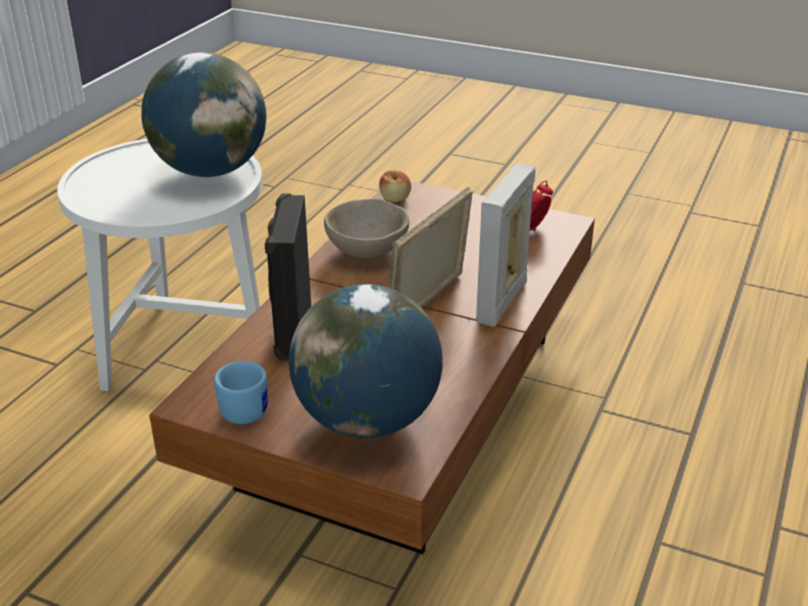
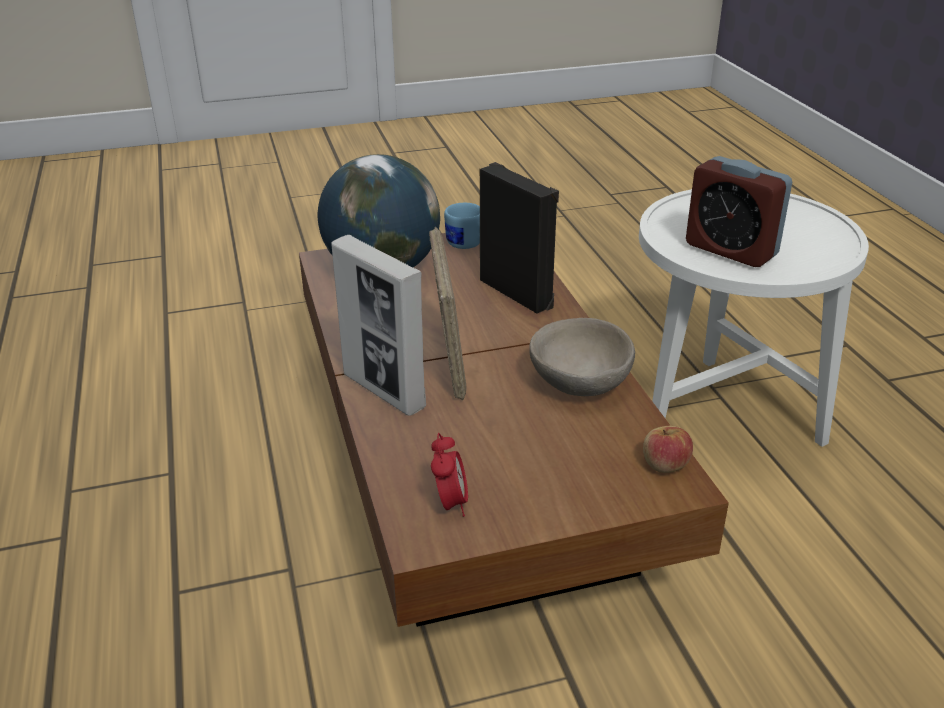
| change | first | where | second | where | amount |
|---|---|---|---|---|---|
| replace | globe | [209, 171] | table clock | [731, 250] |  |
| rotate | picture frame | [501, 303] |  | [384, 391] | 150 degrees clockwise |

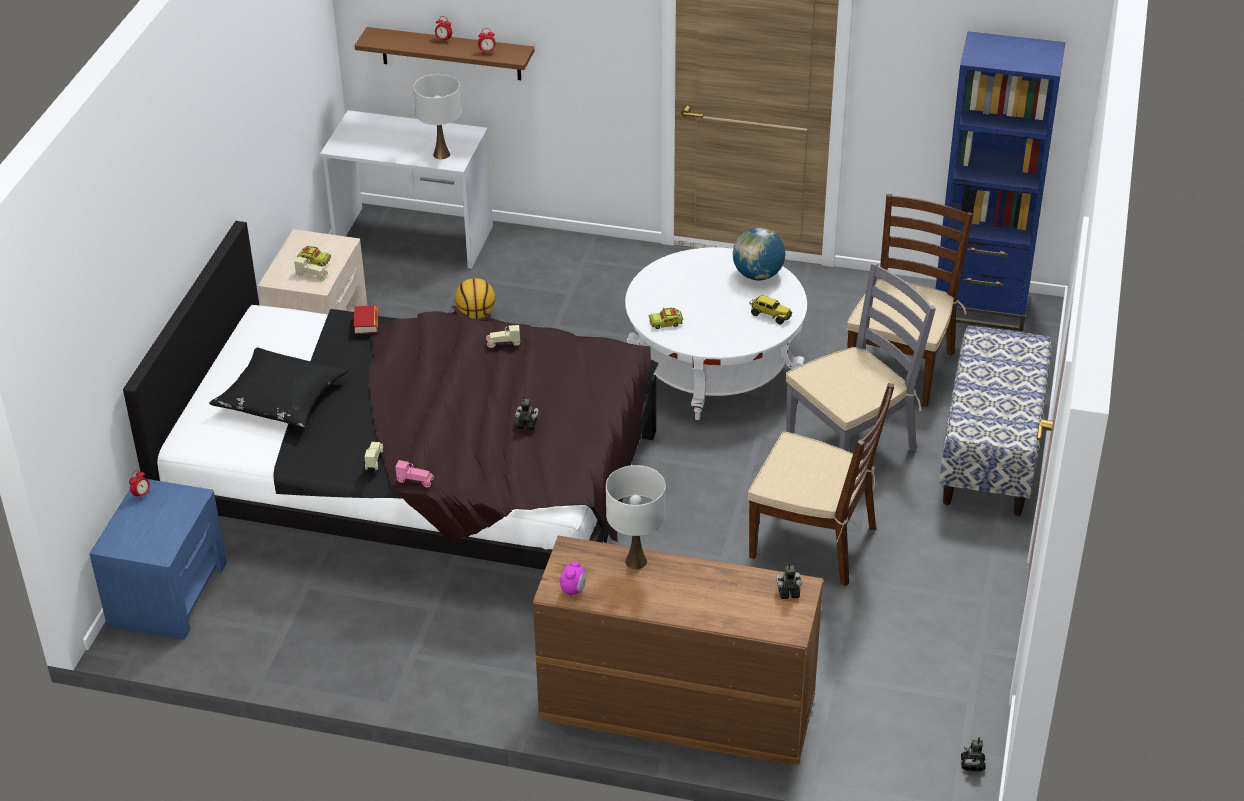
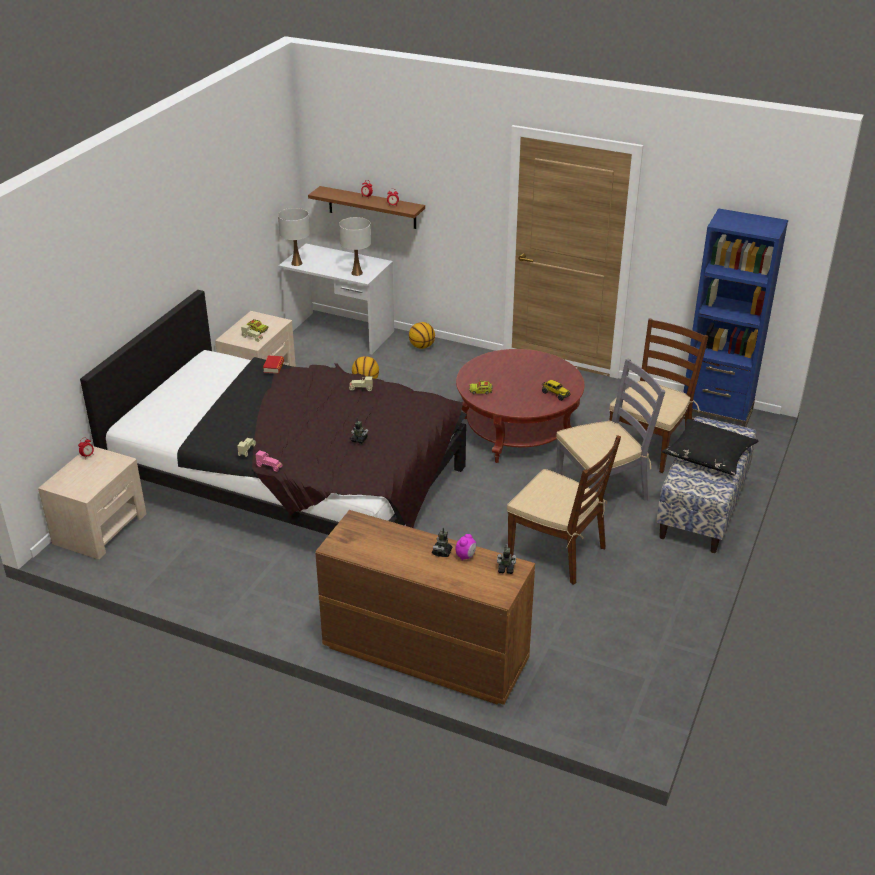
| change | first | where | second | where | amount |
|---|---|---|---|---|---|
| recolor | bluish bedside table | [168, 592] | beige-coloured bedside table | [100, 528] |  |
| move | blackish cushion | [281, 398] |  | [709, 455] |  |
| move | table clock | [574, 590] |  | [466, 556] |  |
| move | white-coloured table lamp | [636, 561] |  | [297, 263] |  |
| recolor | white-coloured coffee table | [714, 367] | reddish coffee table | [517, 431] |  |
| delete | globe | [758, 275] |  |  |  |
| move | robot figure | [972, 764] |  | [442, 552] |  |
| insert |  |  | basketball | [422, 346] |  |

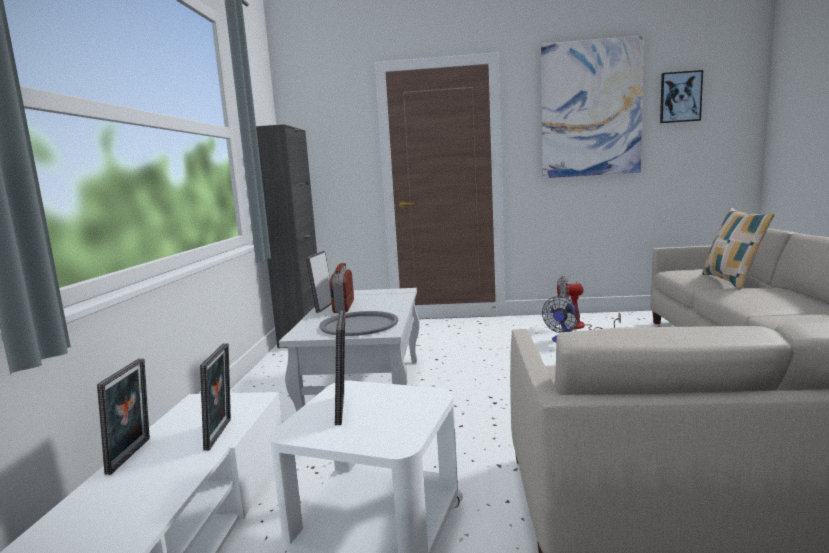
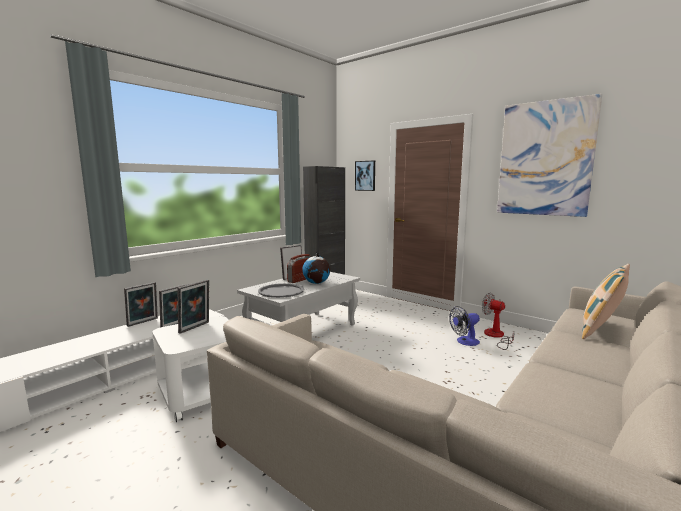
| change | first | where | second | where | amount |
|---|---|---|---|---|---|
| move | wall art | [680, 97] |  | [365, 175] |  |
| insert |  |  | globe | [316, 283] |  |

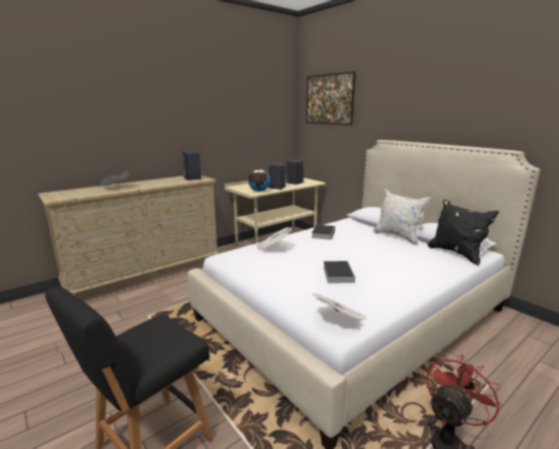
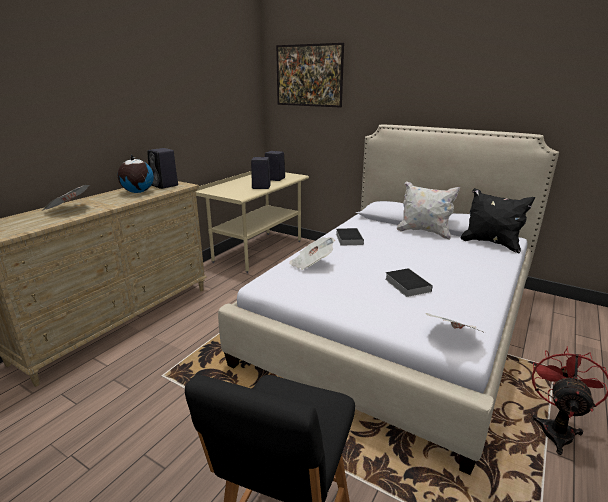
| change | first | where | second | where | amount |
|---|---|---|---|---|---|
| move | globe | [259, 191] |  | [138, 192] |  |

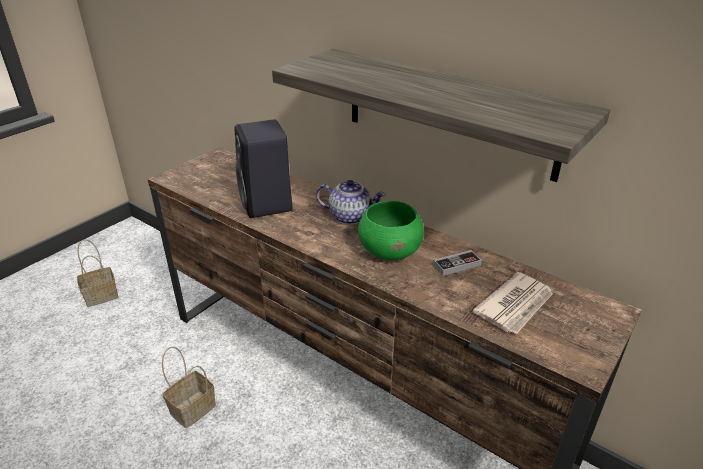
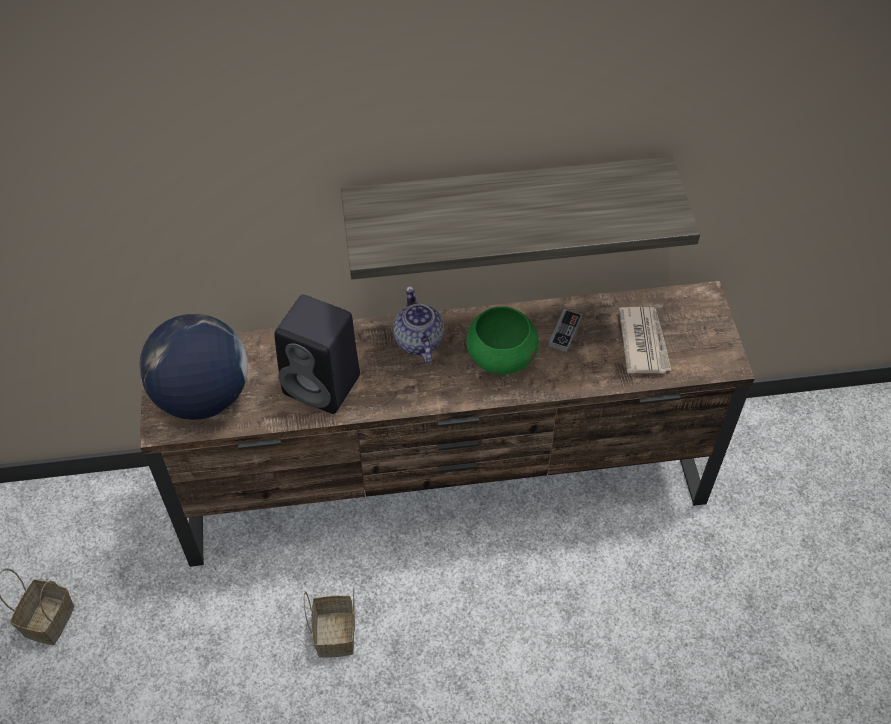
| change | first | where | second | where | amount |
|---|---|---|---|---|---|
| rotate | pot for tea | [349, 216] |  | [418, 341] | 75 degrees counterclockwise |
| insert |  |  | globe | [203, 397] |  |

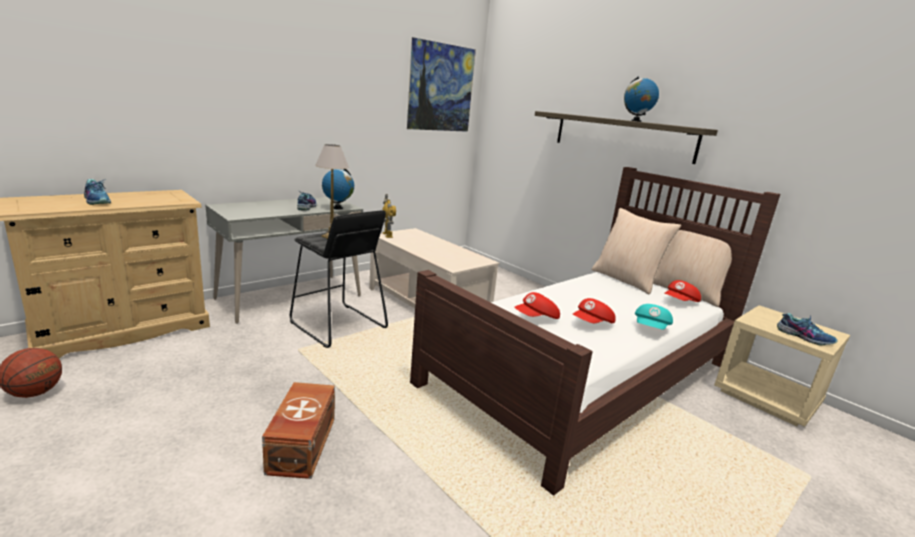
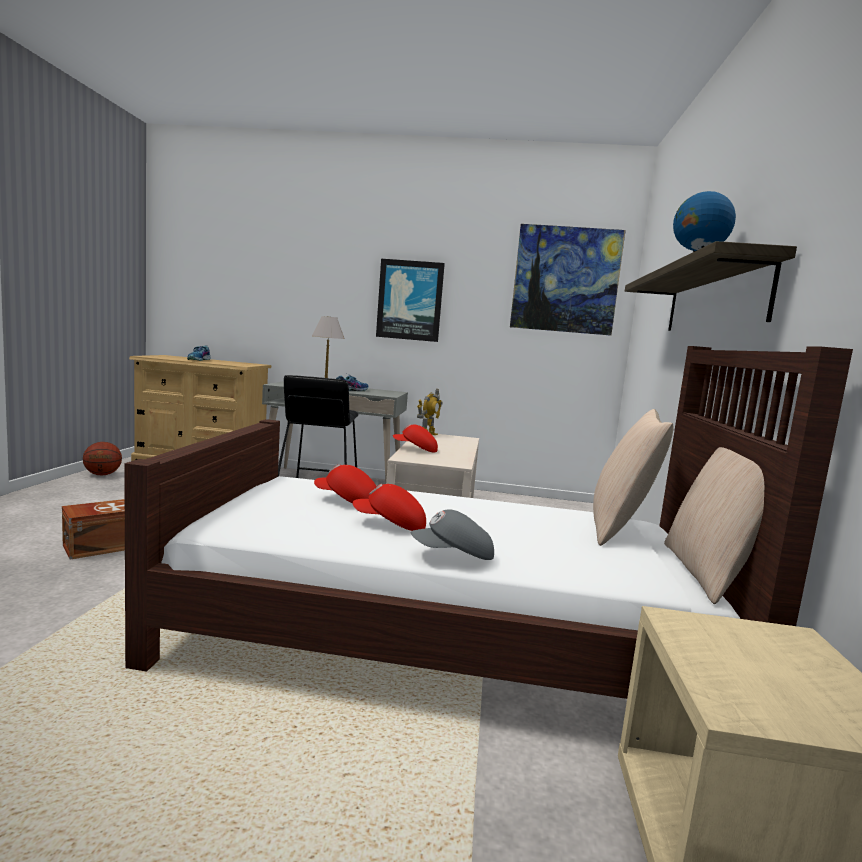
| change | first | where | second | where | amount |
|---|---|---|---|---|---|
| delete | globe | [337, 208] |  |  |  |
| recolor | blue-green cap | [651, 328] | grey cap | [453, 556] |  |
| move | reddish cap | [680, 302] |  | [415, 449] |  |
| delete | low shoe | [804, 337] |  |  |  |
| insert |  |  | wall art | [410, 300] |  |

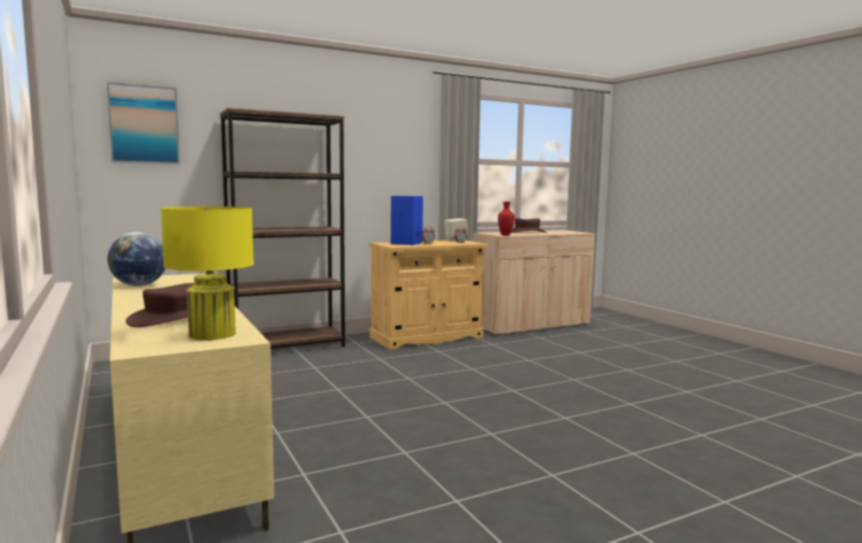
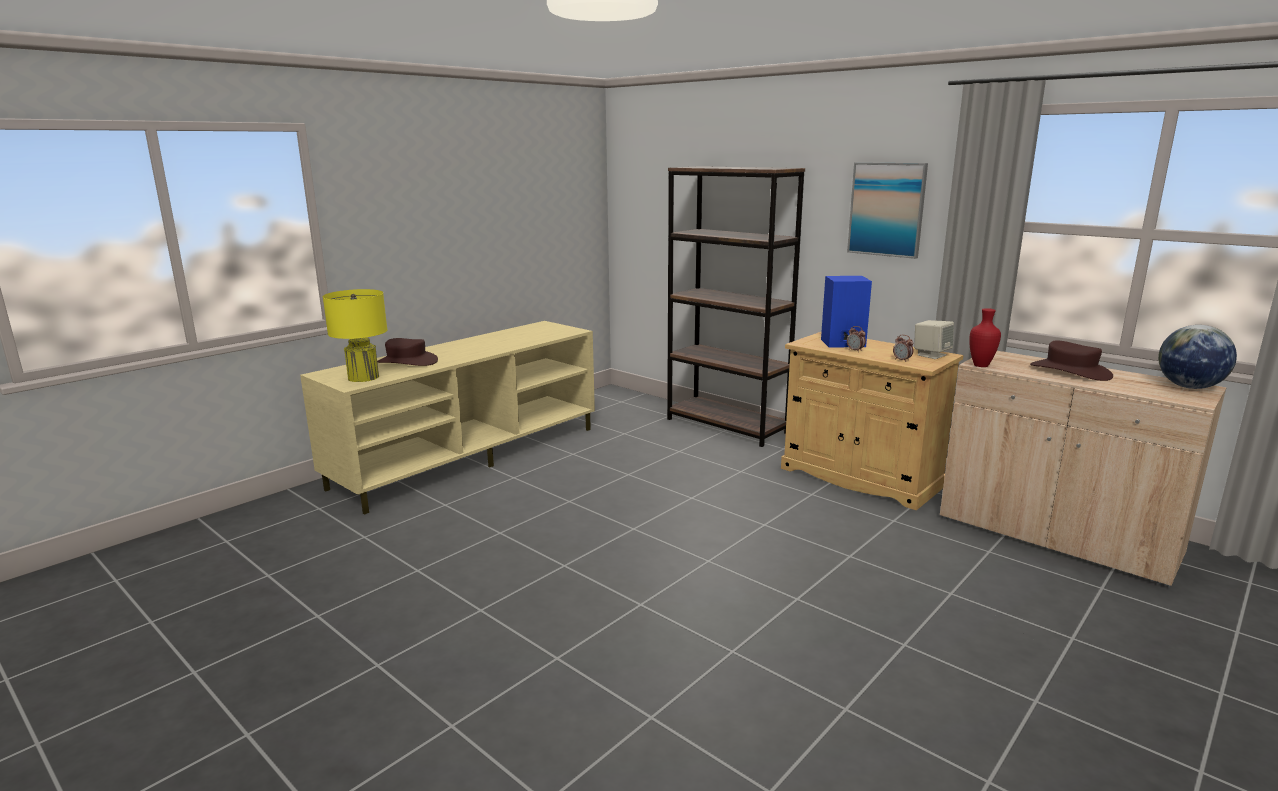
| change | first | where | second | where | amount |
|---|---|---|---|---|---|
| move | wall art | [144, 124] |  | [887, 209] |  |
| move | globe | [139, 285] |  | [1189, 387] |  |

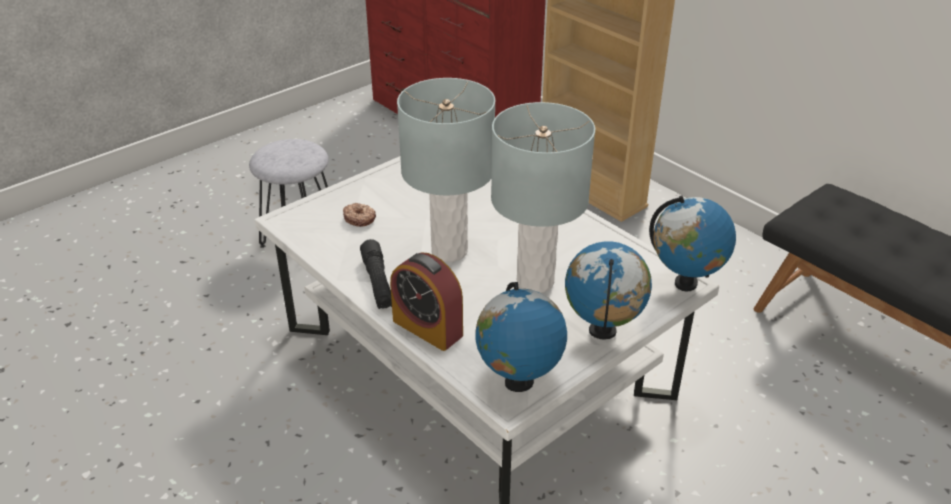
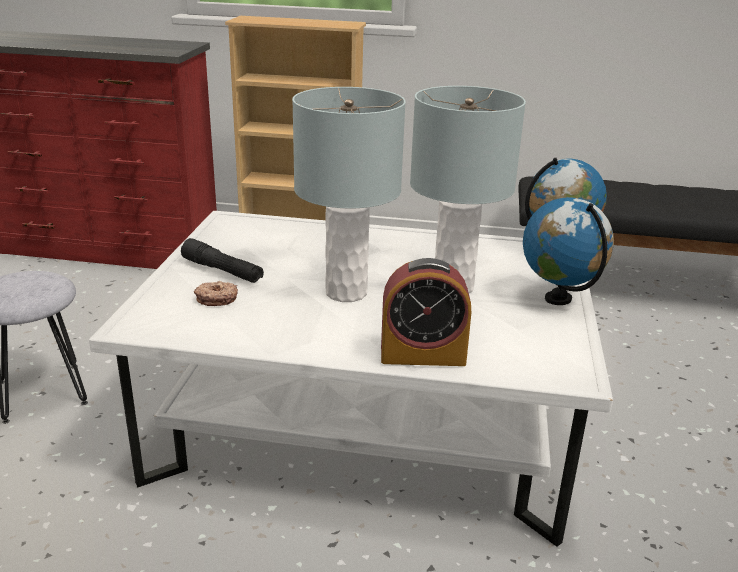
| change | first | where | second | where | amount |
|---|---|---|---|---|---|
| move | blackish torch | [378, 282] |  | [222, 271] |  |
| delete | globe | [518, 382] |  |  |  |

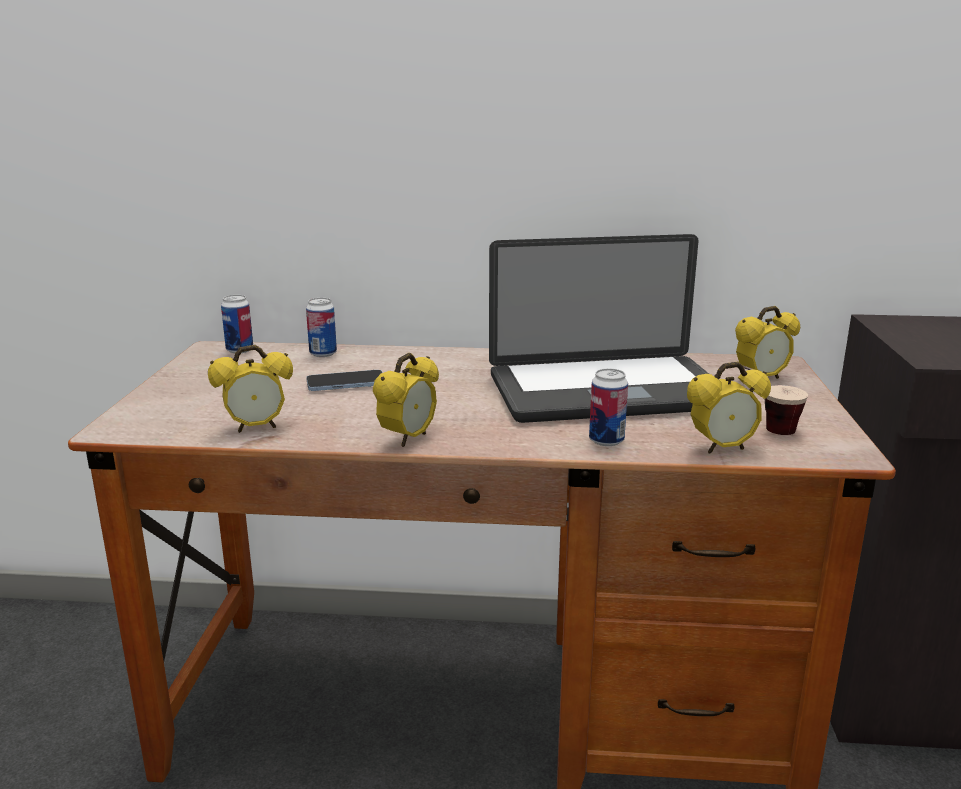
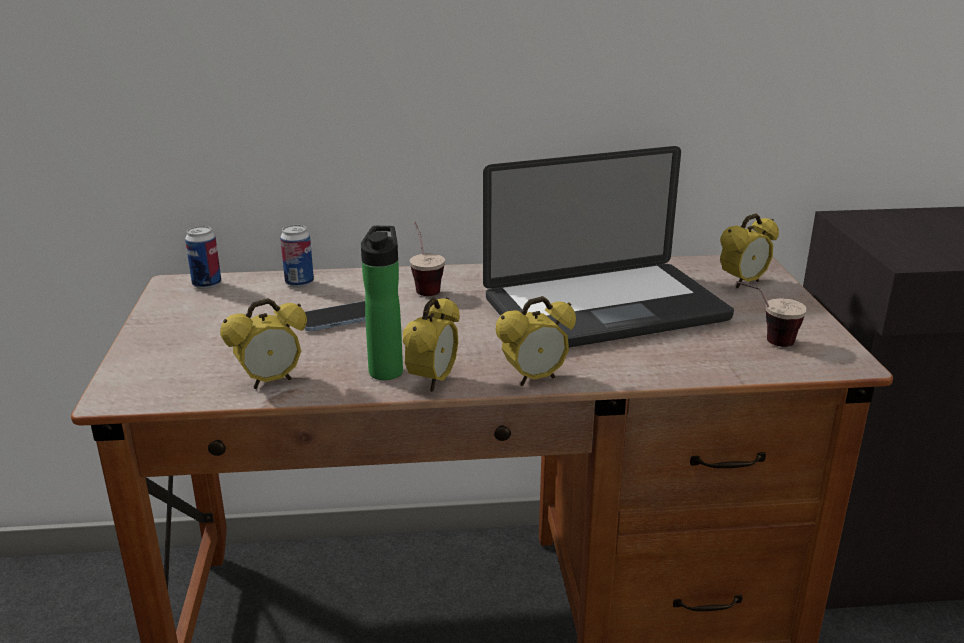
| change | first | where | second | where | amount |
|---|---|---|---|---|---|
| delete | sealed can | [606, 440] |  |  |  |
| move | table clock | [722, 448] |  | [534, 379] |  |
| insert |  |  | drink bottle | [386, 369] |  |
| insert |  |  | cup | [424, 286] |  |

